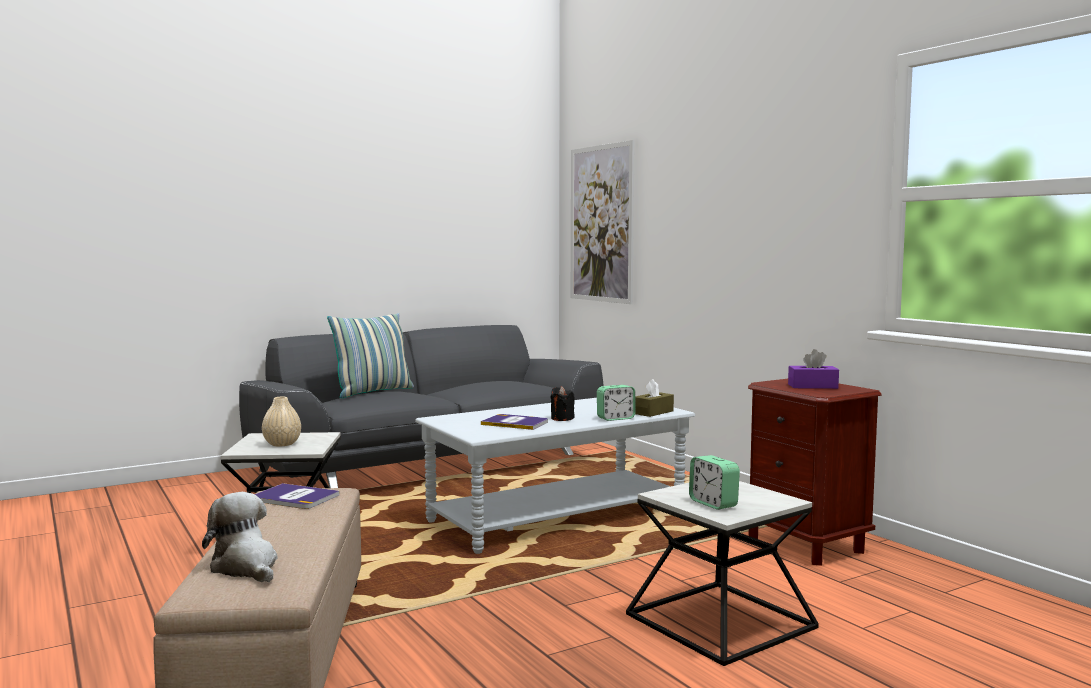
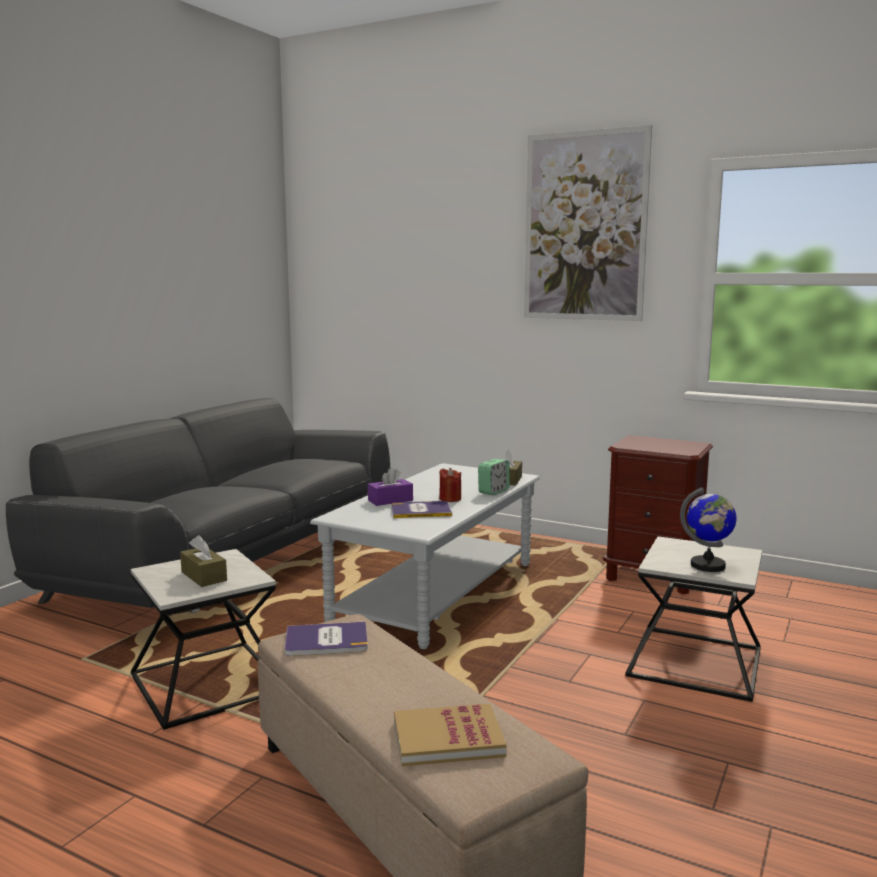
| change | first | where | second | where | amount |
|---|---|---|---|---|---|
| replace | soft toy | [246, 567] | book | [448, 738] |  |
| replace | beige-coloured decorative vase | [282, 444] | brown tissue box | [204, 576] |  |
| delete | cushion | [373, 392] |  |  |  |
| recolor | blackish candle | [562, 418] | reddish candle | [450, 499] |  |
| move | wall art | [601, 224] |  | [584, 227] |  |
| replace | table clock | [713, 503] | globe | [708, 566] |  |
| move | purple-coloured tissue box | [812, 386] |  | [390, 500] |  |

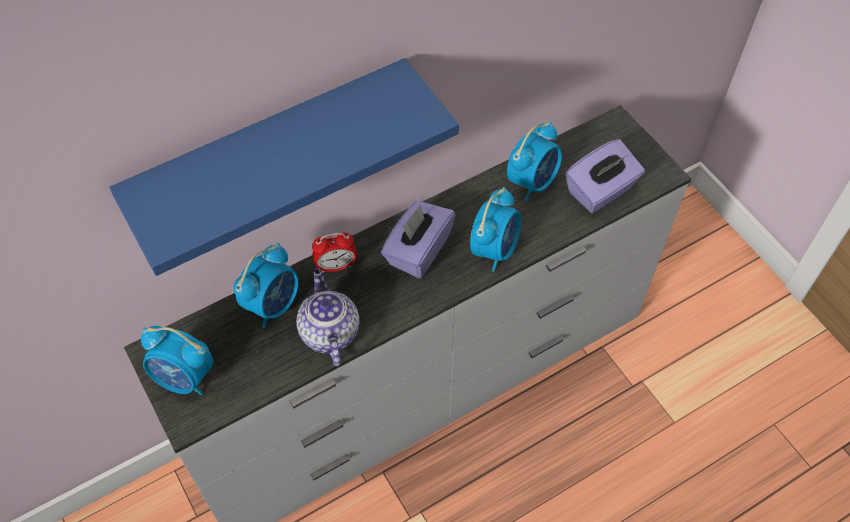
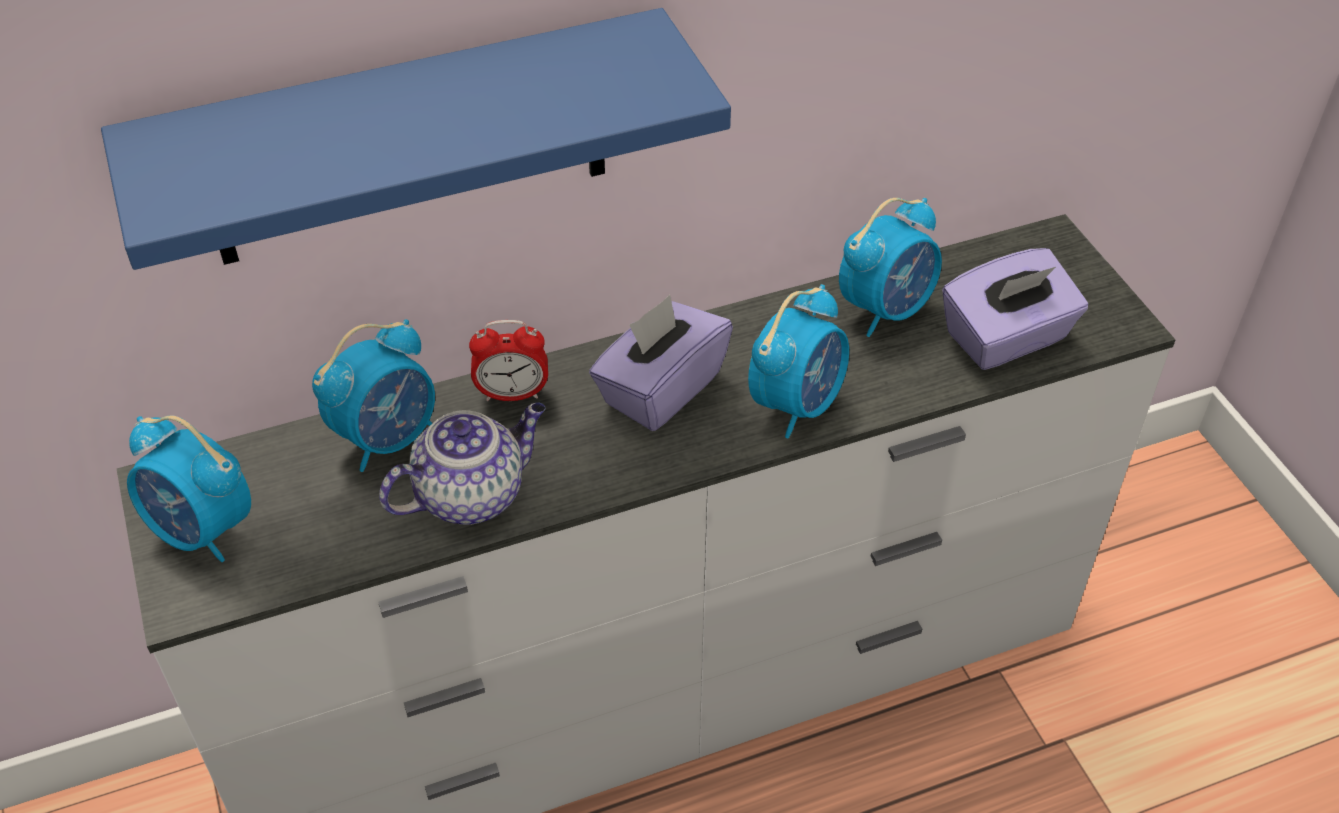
| change | first | where | second | where | amount |
|---|---|---|---|---|---|
| rotate | pot for tea | [328, 332] |  | [472, 494] | 60 degrees clockwise |

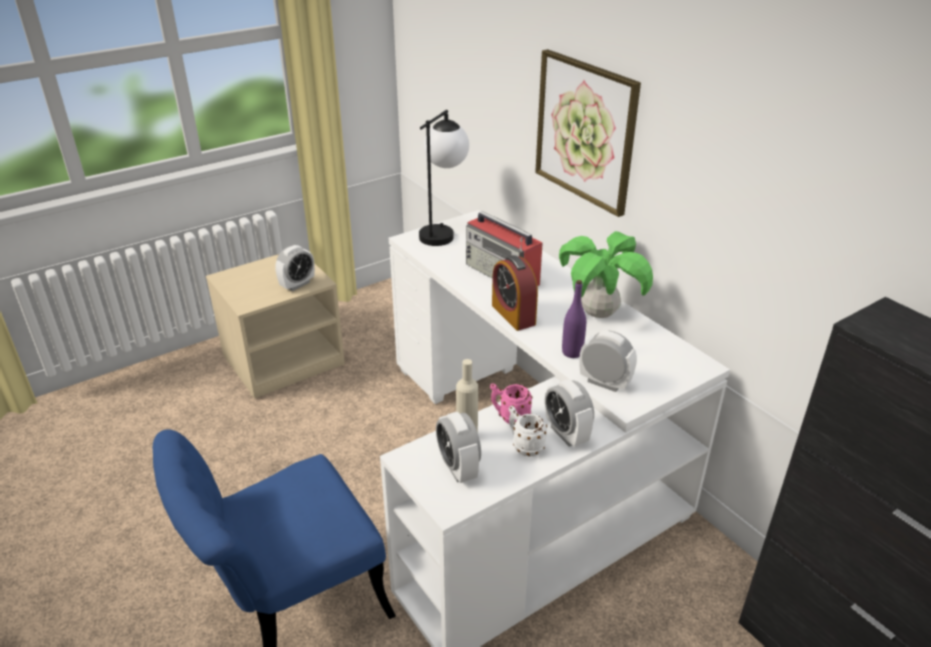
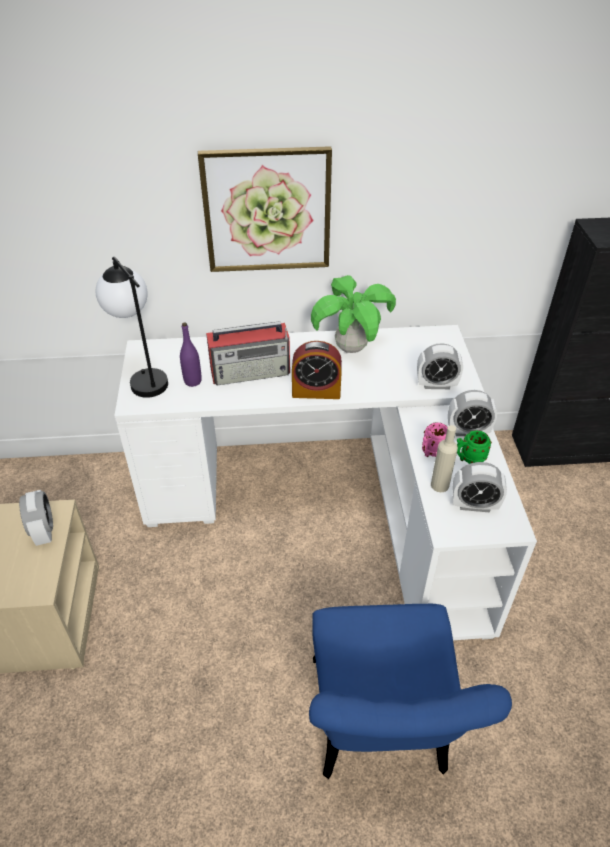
| change | first | where | second | where | amount |
|---|---|---|---|---|---|
| recolor | white-coloured coffee mug | [524, 446] | greenish coffee mug | [468, 458] |  |
| move | purple-coloured drink bottle | [572, 352] |  | [193, 381] |  |
| rotate | table clock | [604, 383] |  | [436, 385] | 150 degrees counterclockwise |

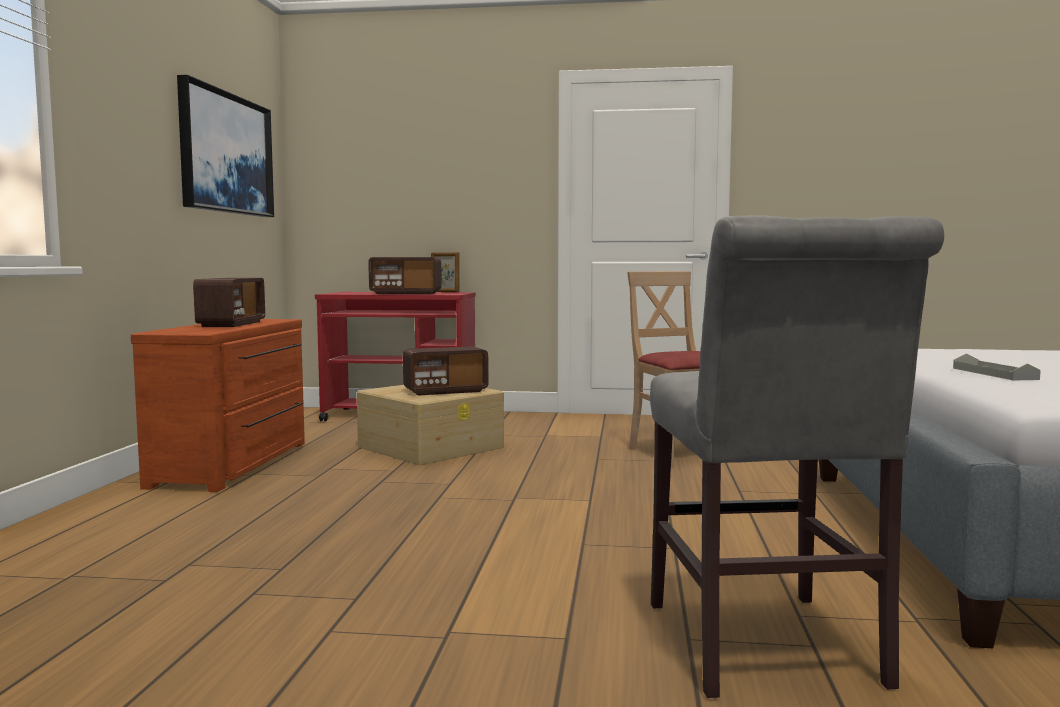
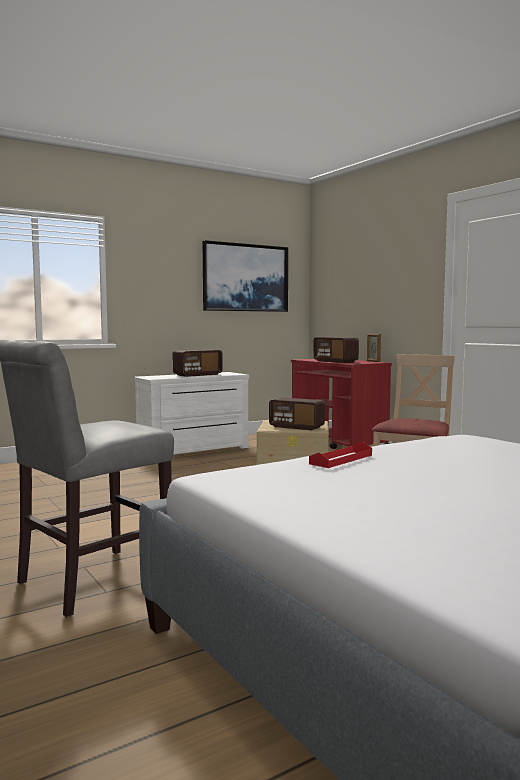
| change | first | where | second | where | amount |
|---|---|---|---|---|---|
| recolor | brown dresser | [236, 464] | white-coloured dresser | [195, 450] |  |
| recolor | grey serving tray | [994, 373] | reddish serving tray | [341, 459] |  |

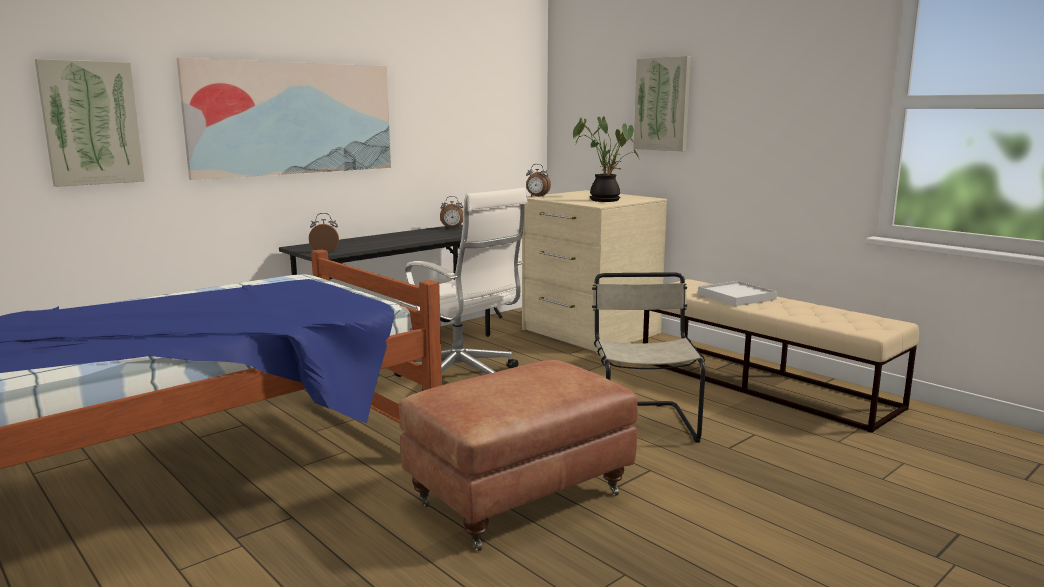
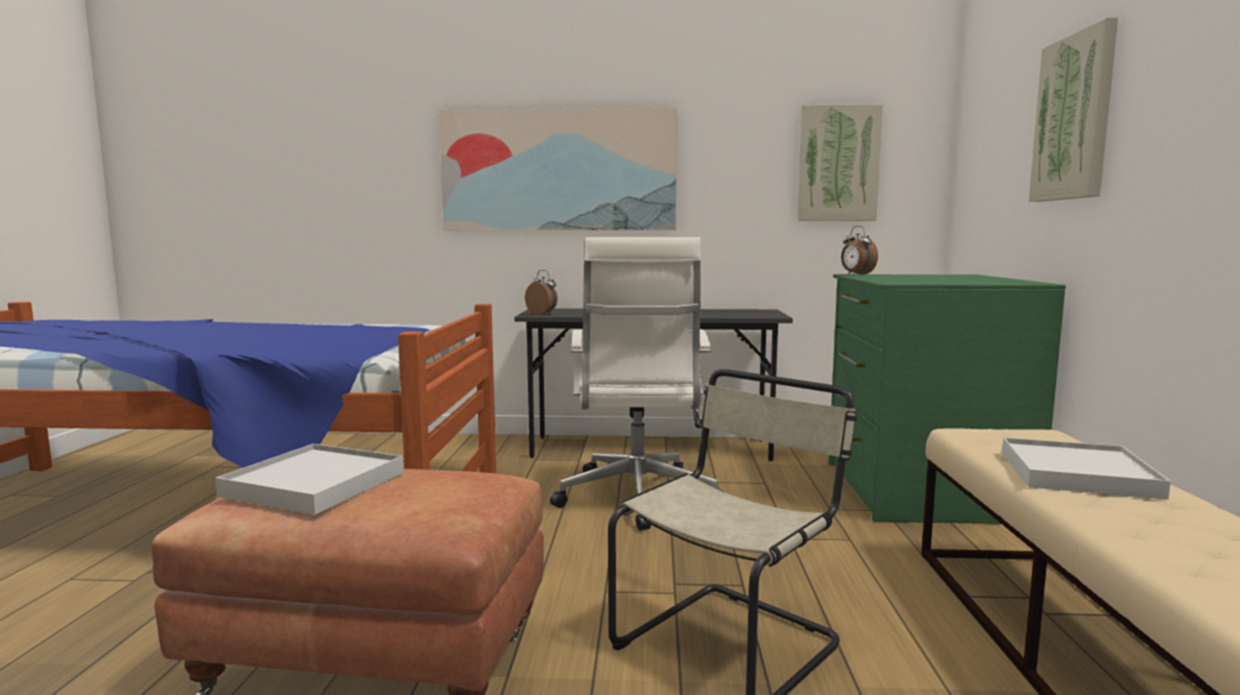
| change | first | where | second | where | amount |
|---|---|---|---|---|---|
| move | wall art | [91, 123] |  | [838, 164] |  |
| delete | table clock | [452, 228] |  |  |  |
| recolor | beige-coloured dresser | [589, 332] | greenish dresser | [919, 490] |  |
| delete | potted plant | [605, 200] |  |  |  |
| insert |  |  | white-coloured serving tray | [315, 484] |  |

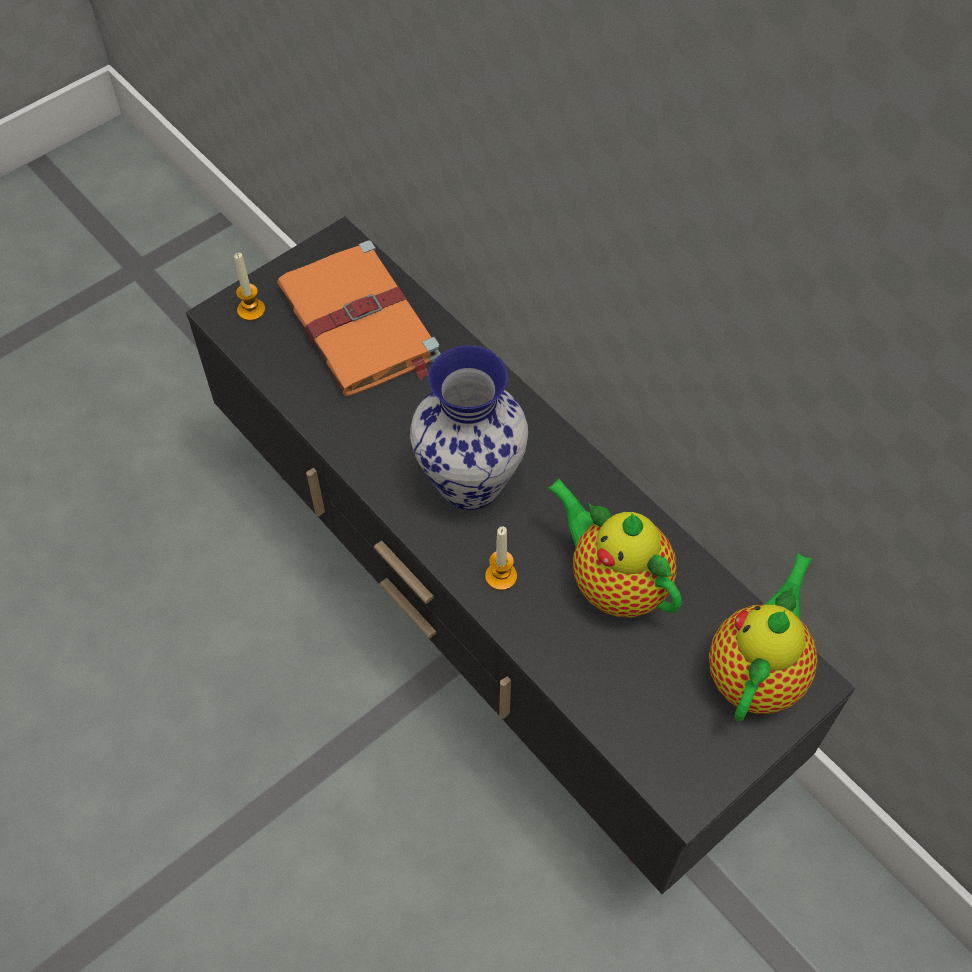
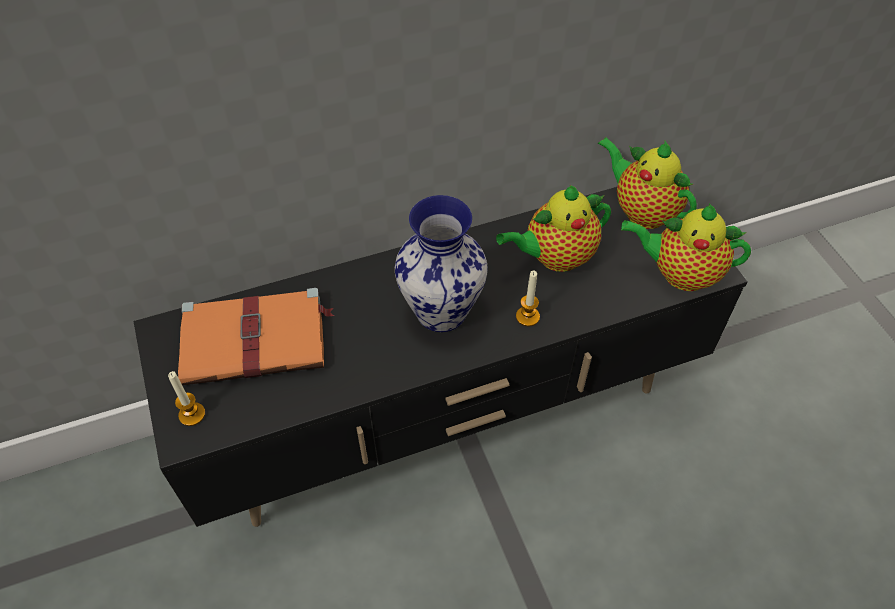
| change | first | where | second | where | amount |
|---|---|---|---|---|---|
| insert |  |  | pot for tea | [679, 274] |  |

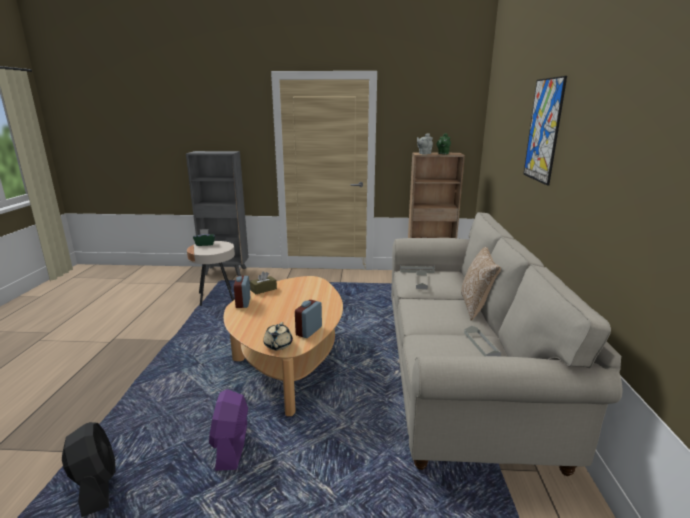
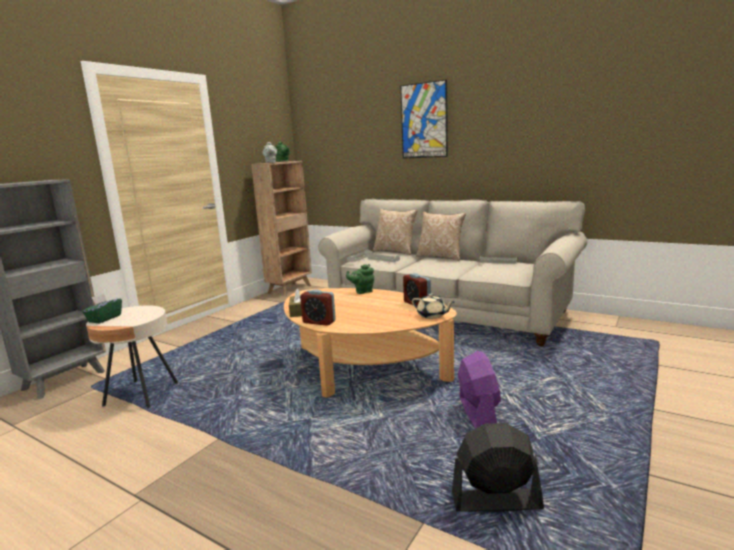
| change | first | where | second | where | amount |
|---|---|---|---|---|---|
| rotate | purple-coloured fan | [232, 446] |  | [477, 413] | 120 degrees counterclockwise |
| insert |  |  | greenish pot for tea | [362, 291] |  |
| insert |  |  | cushion | [395, 251] |  |

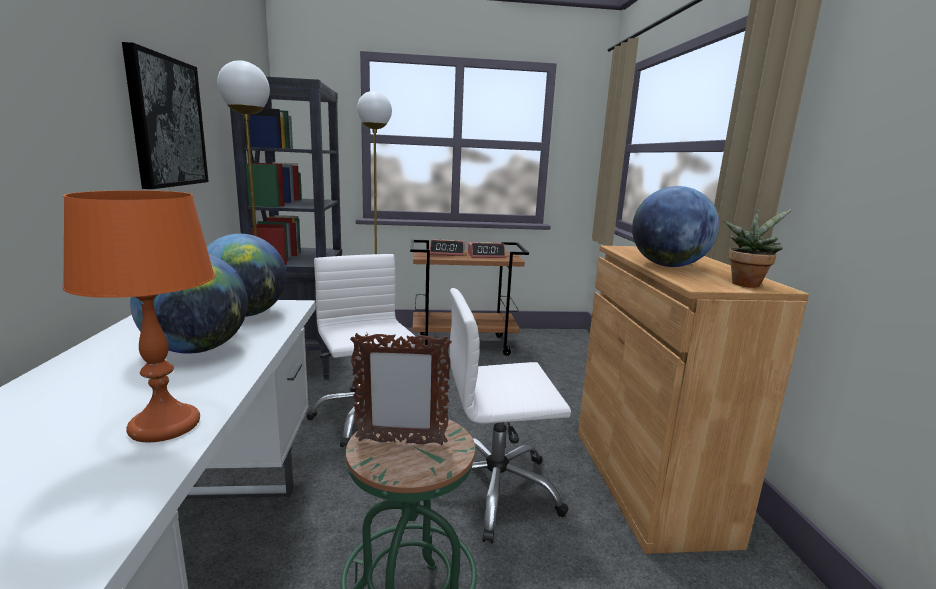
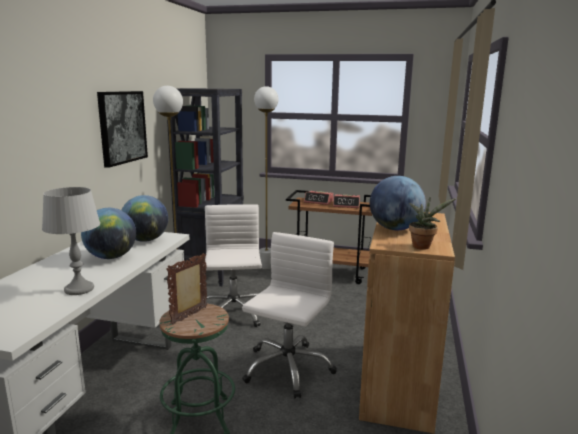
| change | first | where | second | where | amount |
|---|---|---|---|---|---|
| recolor | orange-coloured table lamp | [166, 425] | grey table lamp | [79, 289] |  |
| rotate | picture frame | [400, 442] |  | [190, 316] | 105 degrees clockwise |
| rotate | white-coloured computer chair | [495, 490] |  | [287, 368] | 105 degrees clockwise |

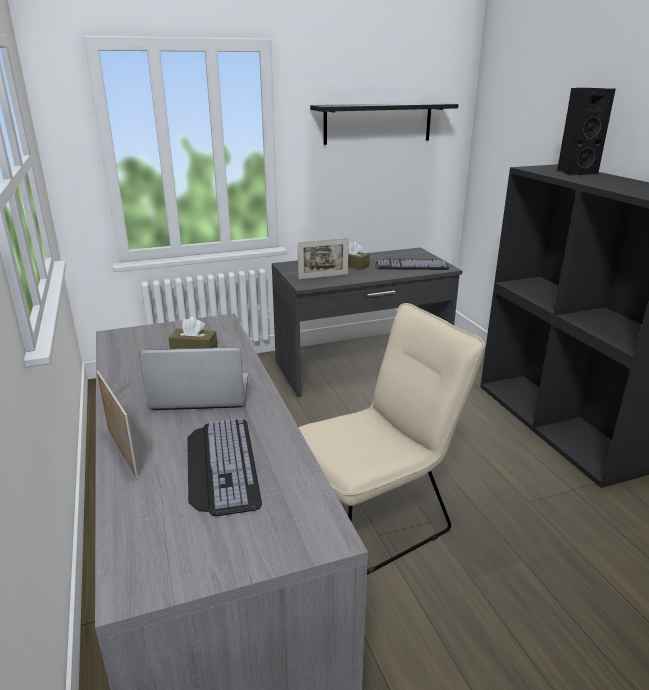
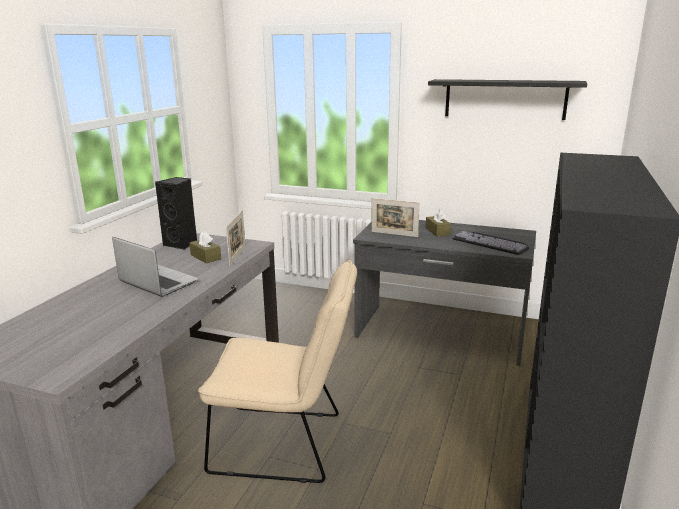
| change | first | where | second | where | amount |
|---|---|---|---|---|---|
| move | picture frame | [122, 452] |  | [237, 256] |  |
| delete | computer keyboard | [219, 464] |  |  |  |
| move | blackish speaker | [575, 172] |  | [182, 244] |  |

